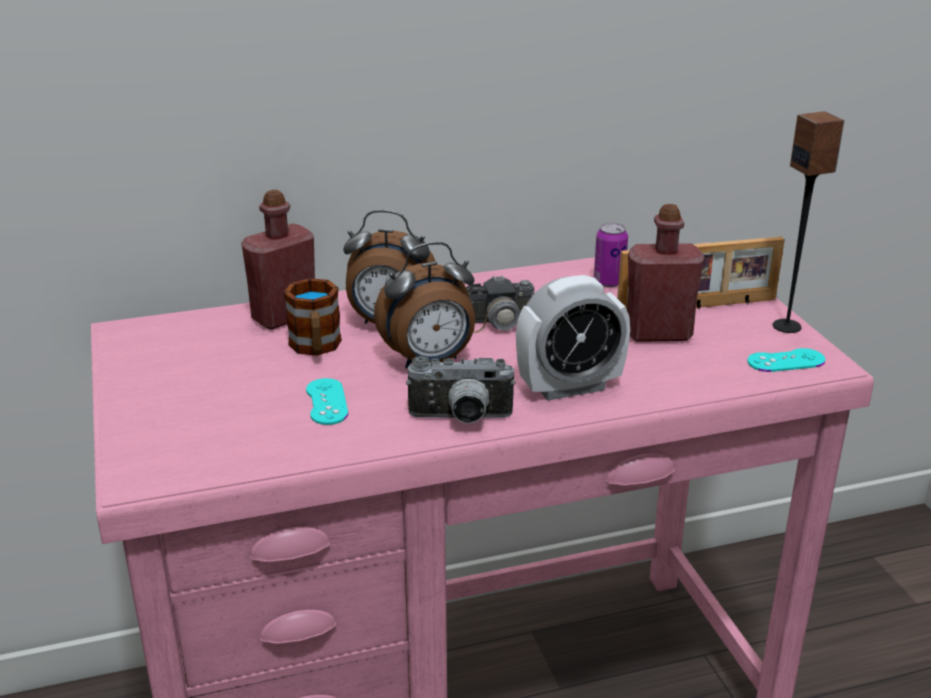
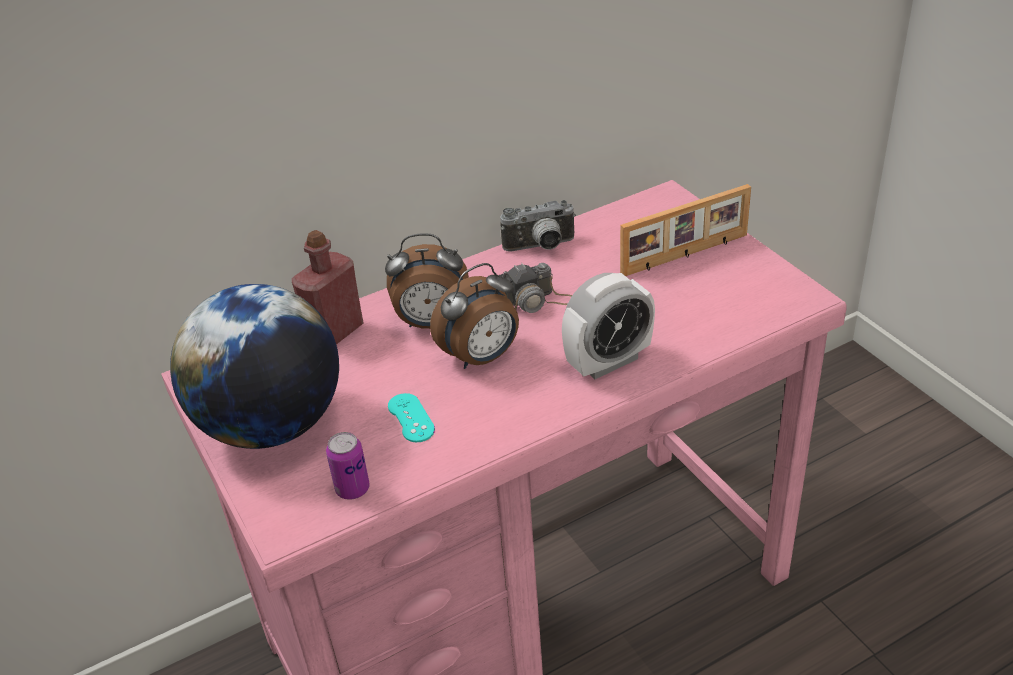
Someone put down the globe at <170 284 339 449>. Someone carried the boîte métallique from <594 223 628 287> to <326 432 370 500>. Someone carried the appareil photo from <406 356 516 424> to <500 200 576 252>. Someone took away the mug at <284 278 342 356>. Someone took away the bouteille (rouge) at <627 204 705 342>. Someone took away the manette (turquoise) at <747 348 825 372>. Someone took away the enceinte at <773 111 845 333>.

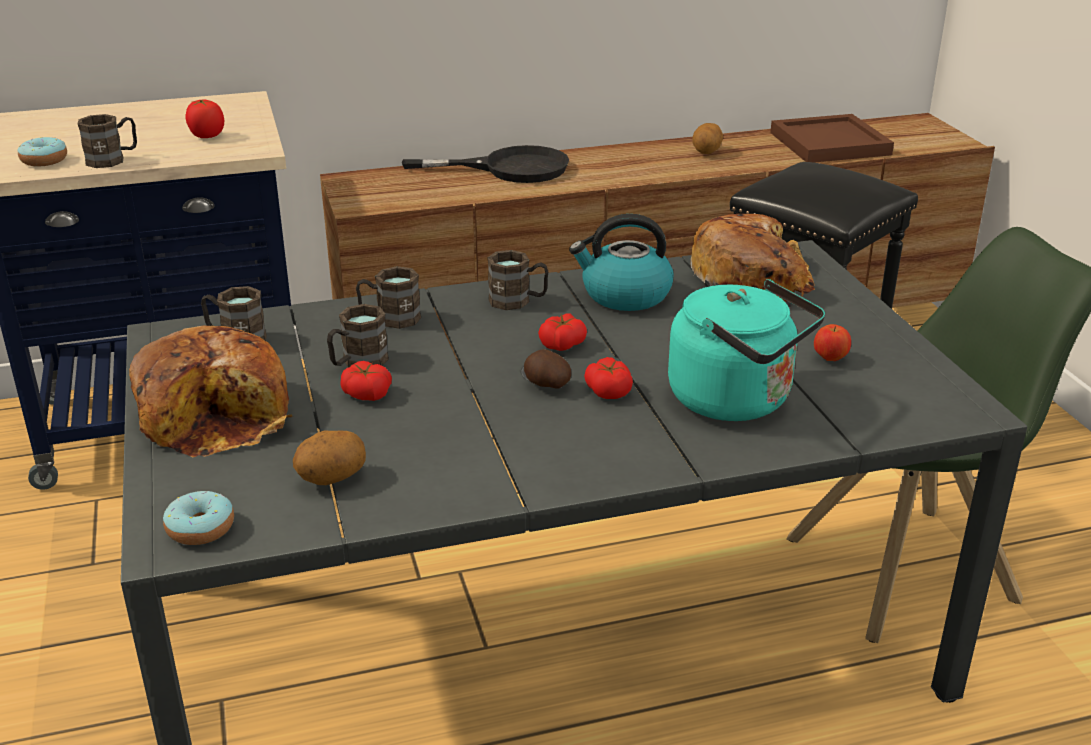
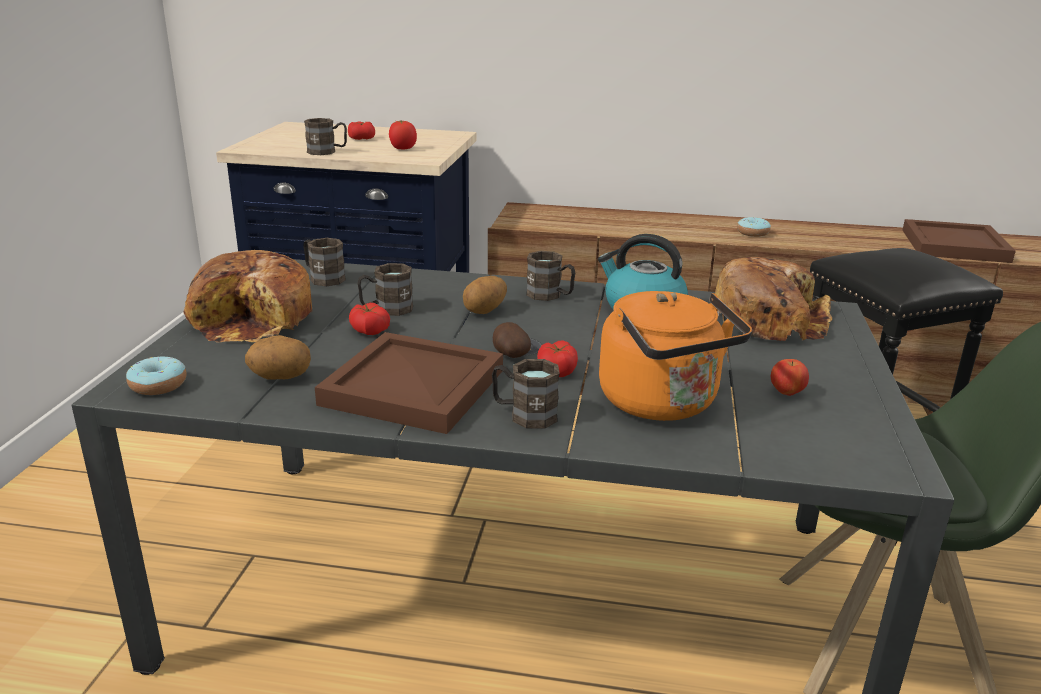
Someone put down the plateau (marron) at <315 332 503 434>. Someone carried the tomate from <538 313 587 351> to <348 121 375 140>. Someone carried the pomme de terre from <692 123 723 154> to <463 276 507 314>. Someone carried the mug (marron) from <356 266 421 329> to <492 359 560 428>. Someone repainted the bouilloire (turquoise) at <668 279 825 421>, which became the bouilloire (orange) at <599 291 752 421>. Someone carried the beignet from <18 137 67 166> to <737 217 771 237>. Someone took away the poêle (noir) at <402 145 569 183>.

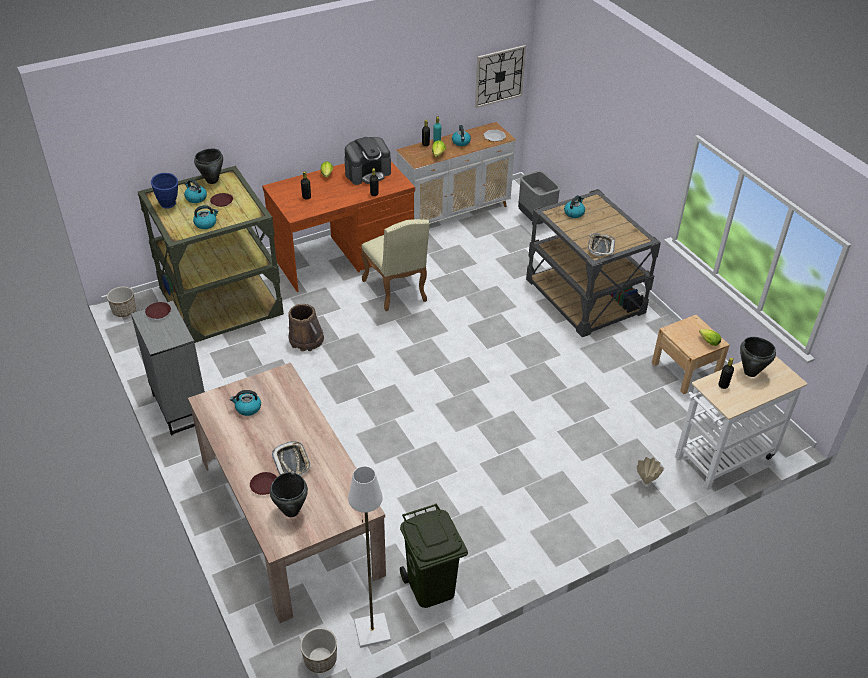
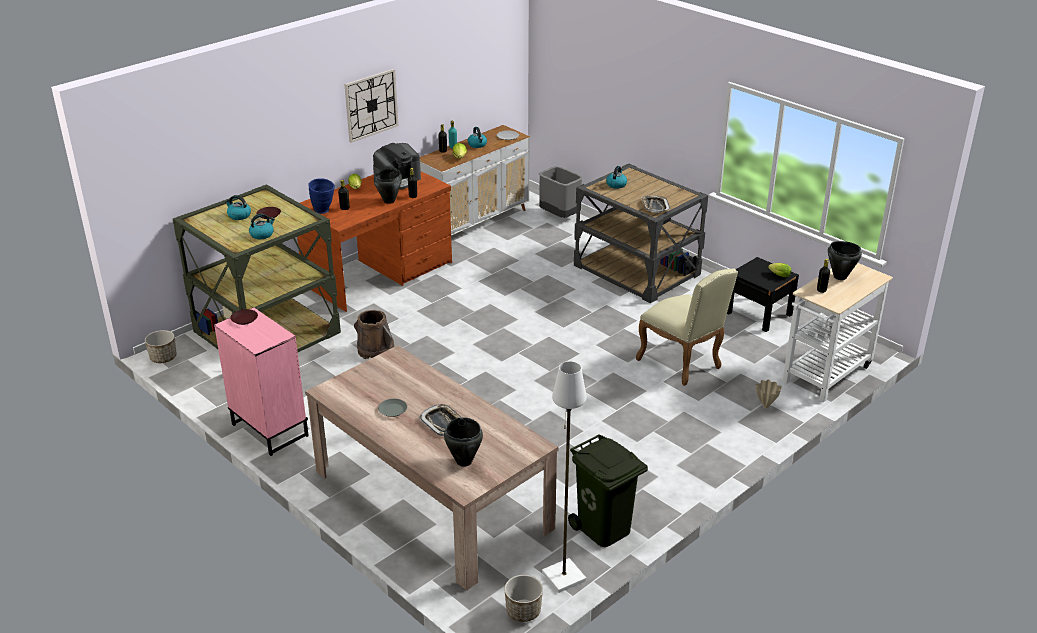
Someone repainted the commode (gris) at <130 300 205 436>, which became the commode (rose) at <214 308 309 456>. Someone carried the vase (bleu) from <151 173 178 209> to <308 179 335 214>. Someone carried the horloge murale from <475 45 526 108> to <344 69 398 143>. Someone carried the marmite (noir) from <194 149 223 184> to <374 168 402 204>. Someone put down the assiette (gris) at <378 399 407 417>. Someone carried the chaise (beige) from <361 219 430 311> to <636 268 738 386>. Someone repainted the table de chevet (beige) at <652 315 730 394>, which became the table de chevet (noir) at <727 257 799 332>. Someone took away the bouilloire at <230 390 261 416>. Someone took away the assiette (marron) at <250 472 277 495>.

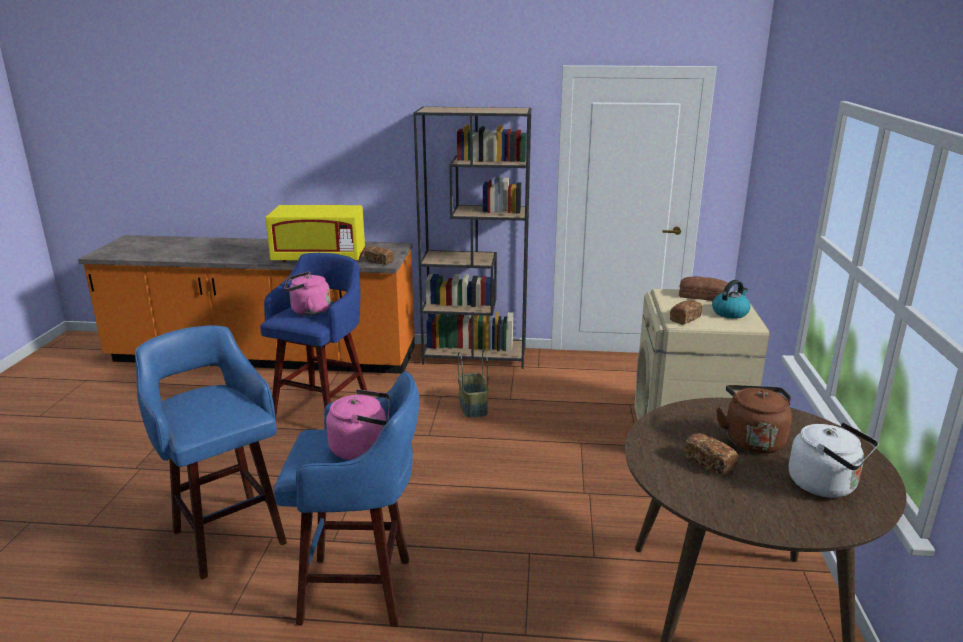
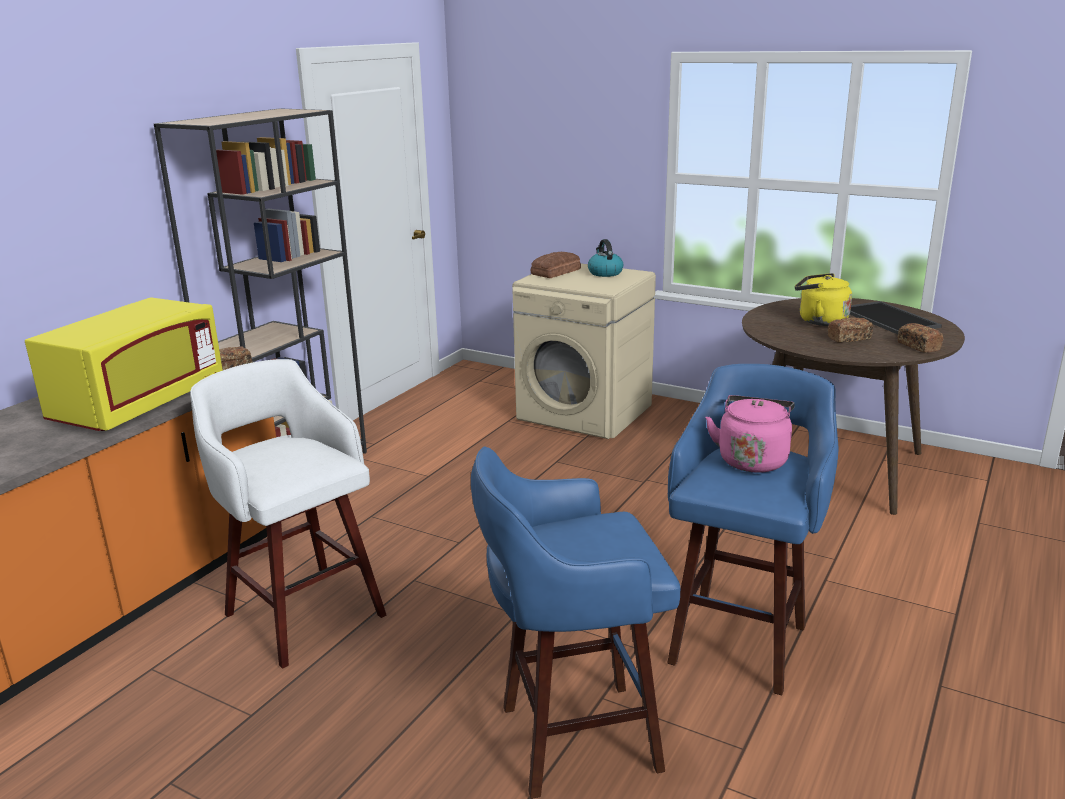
Someone repainted the tabouret (bleu) at <260 253 367 418>, which became the tabouret (blanc) at <190 359 386 668>. Someone repainted the bouilloire (marron) at <716 385 792 454>, which became the bouilloire (jaune) at <795 273 852 326>. Someone swapped the bouilloire (blanc) at <789 423 879 498> for the plateau at <850 301 942 334>. Someone carried the pain from <670 300 703 325> to <898 323 943 353>. Someone took away the bouilloire (rose) at <284 272 331 316>. Someone took away the panier at <458 350 489 418>.

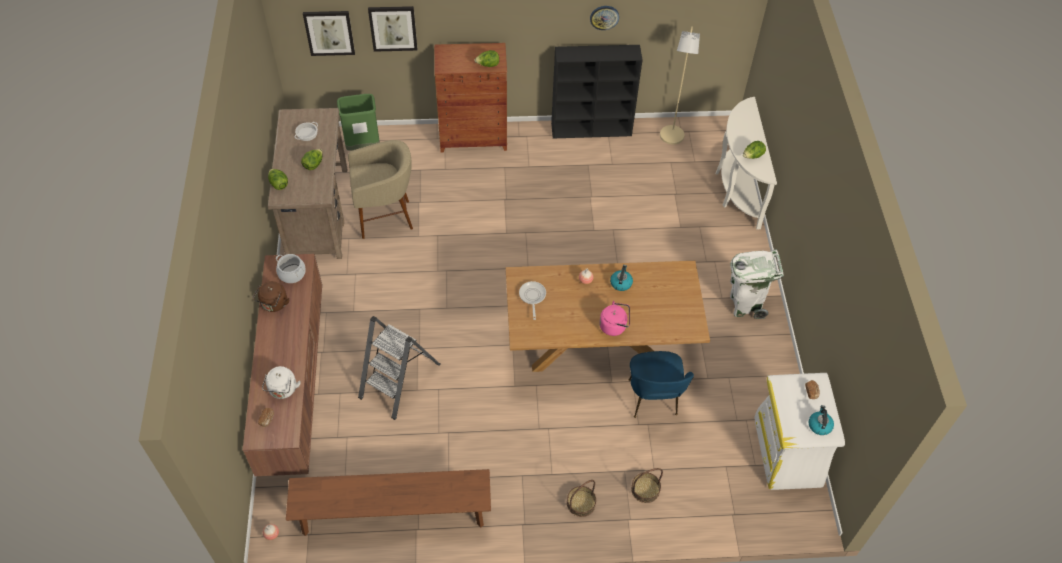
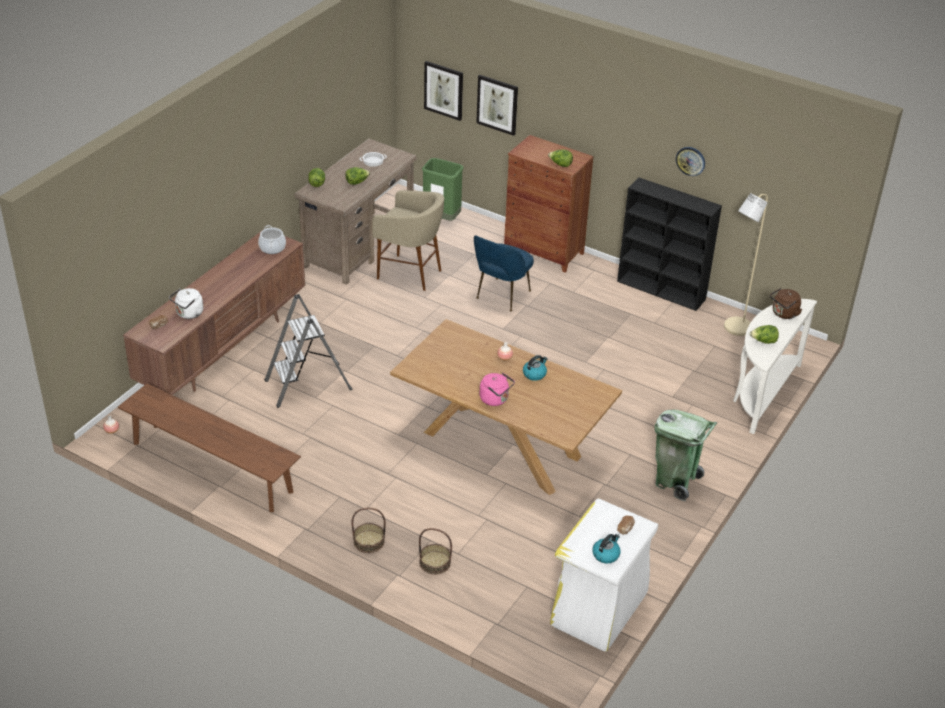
Someone carried the chaise (bleu) from <629 351 694 418> to <474 235 534 311>. Someone repainted the poubelle (blanc) at <730 249 784 319>, which became the poubelle (vert) at <654 409 717 501>. Someone carried the bouilloire (marron) from <252 281 289 312> to <770 288 802 319>. Someone took away the poêle at <519 281 546 320>.

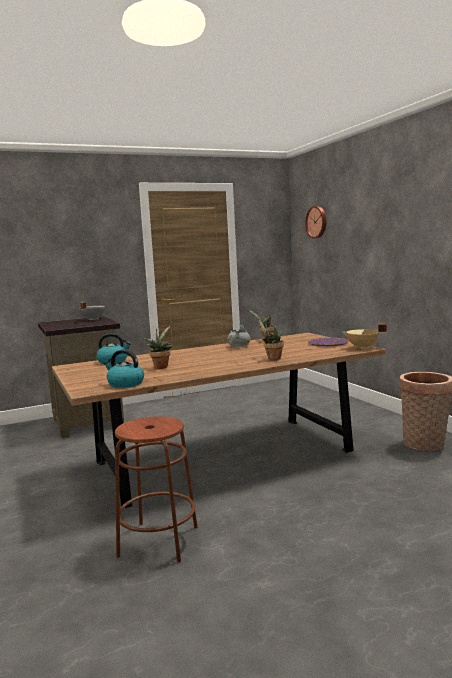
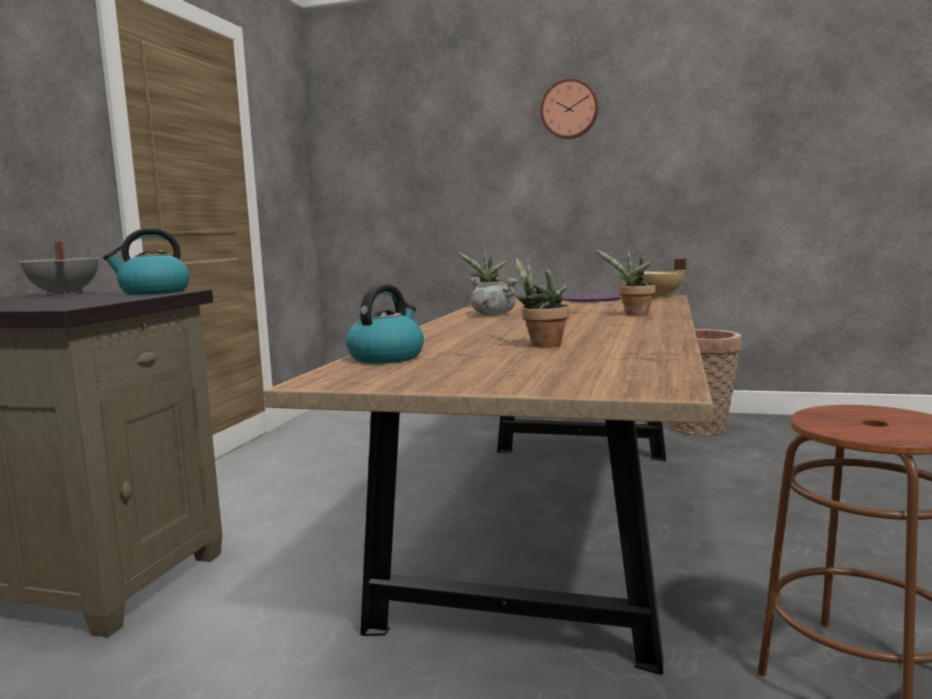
Someone carried the bouilloire from <104 349 144 388> to <103 228 190 295>. Someone carried the horloge murale from <305 206 326 238> to <540 78 598 139>.

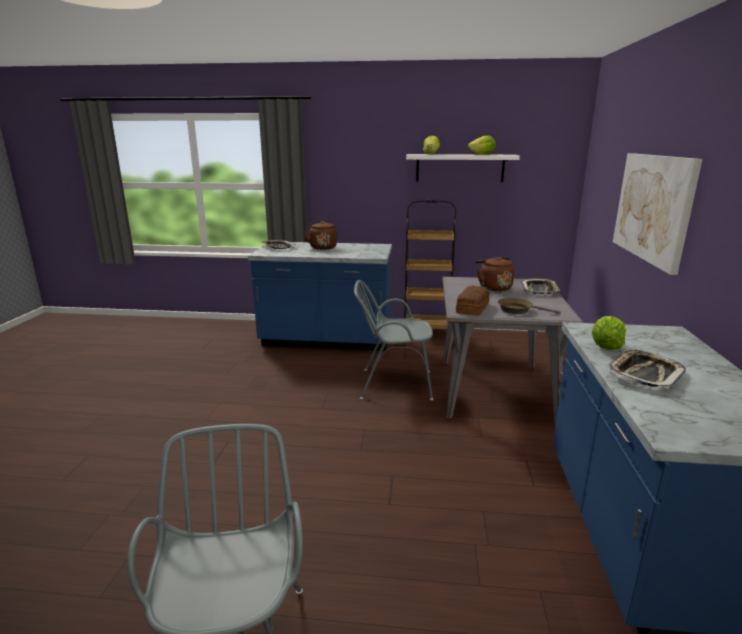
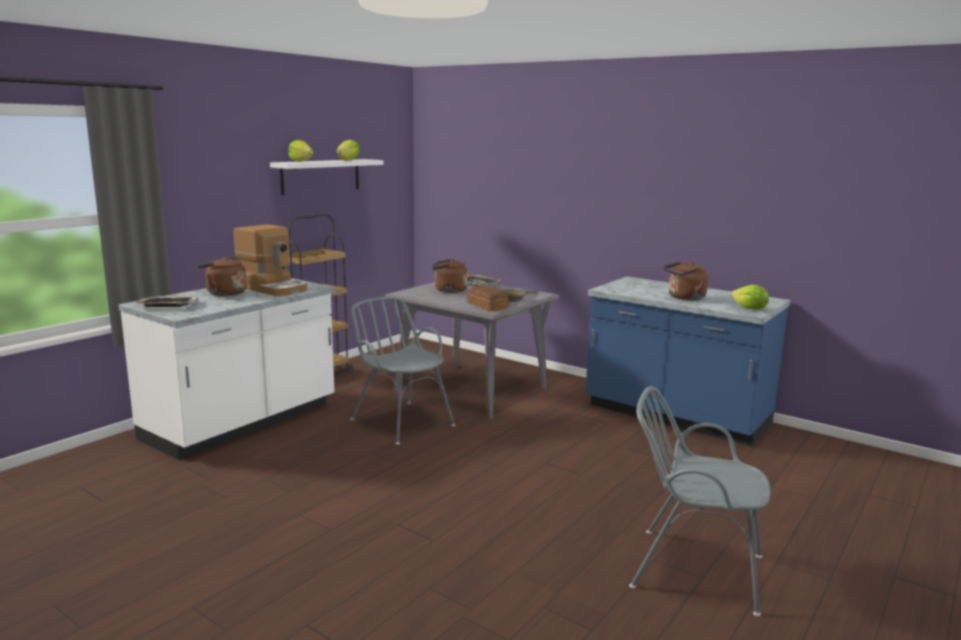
Someone repainted the comptoir de cuisine (bleu) at <248 242 392 351>, which became the comptoir de cuisine (blanc) at <119 278 335 460>. Someone put down the machine à café at <234 224 307 296>. Someone rotated the chaise (gris) at <354 280 434 400> by 105 degrees clockwise. Someone swapped the plateau at <608 349 686 389> for the bouilloire (marron) at <663 262 708 300>. Someone carried the laitue from <591 316 626 350> to <731 285 769 310>. Someone took away the tableau at <613 153 702 275>.

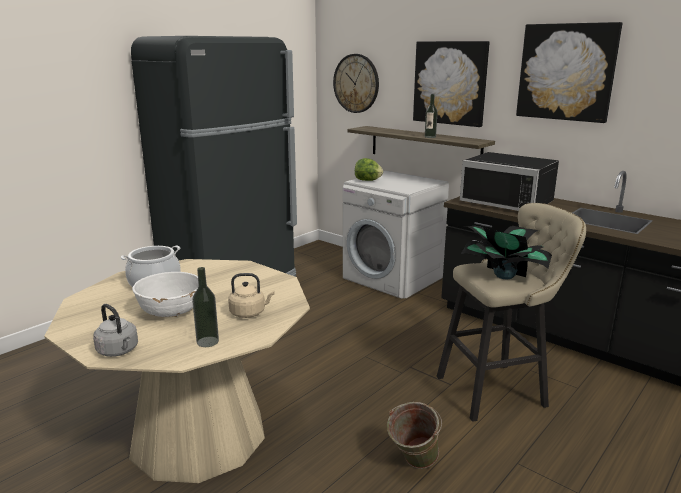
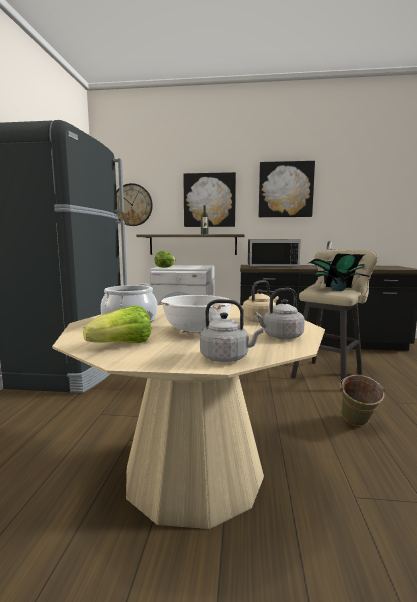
Someone put down the laitue at <83 305 151 343>. Someone swapped the bouteille at <192 267 219 347> for the bouilloire (gris) at <254 288 305 339>.

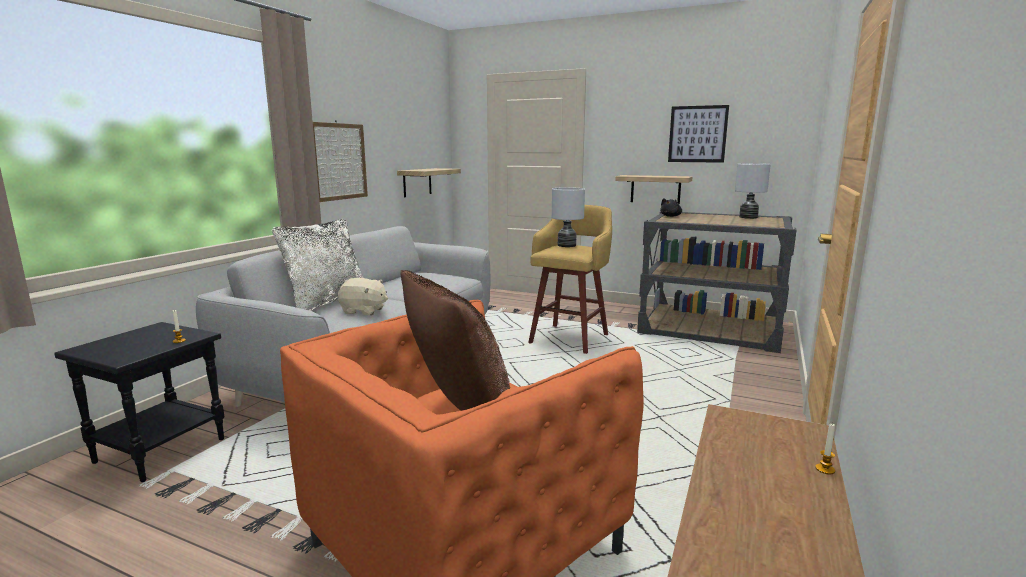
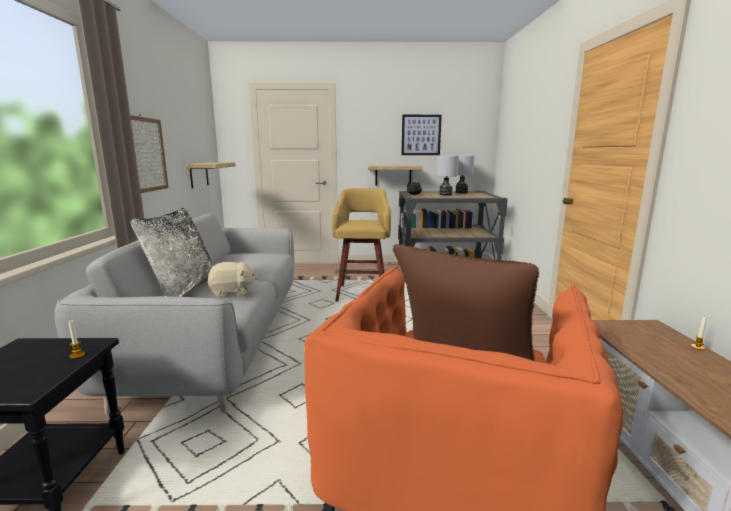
Someone carried the lampe de table (gris) from <552 187 585 247> to <436 156 459 196>.

